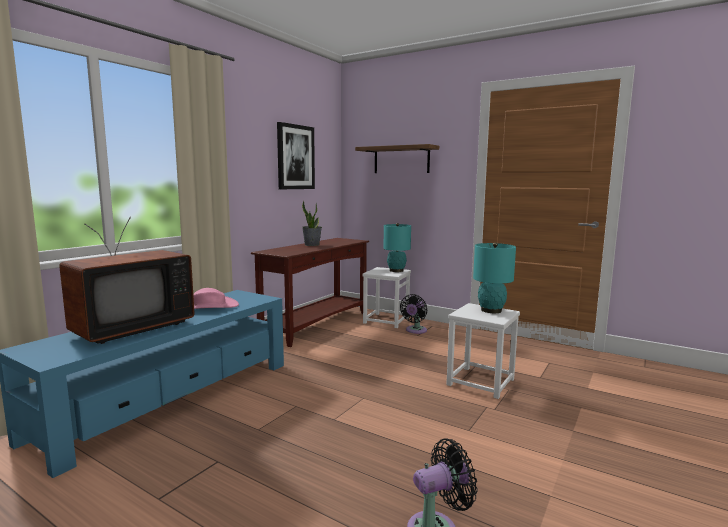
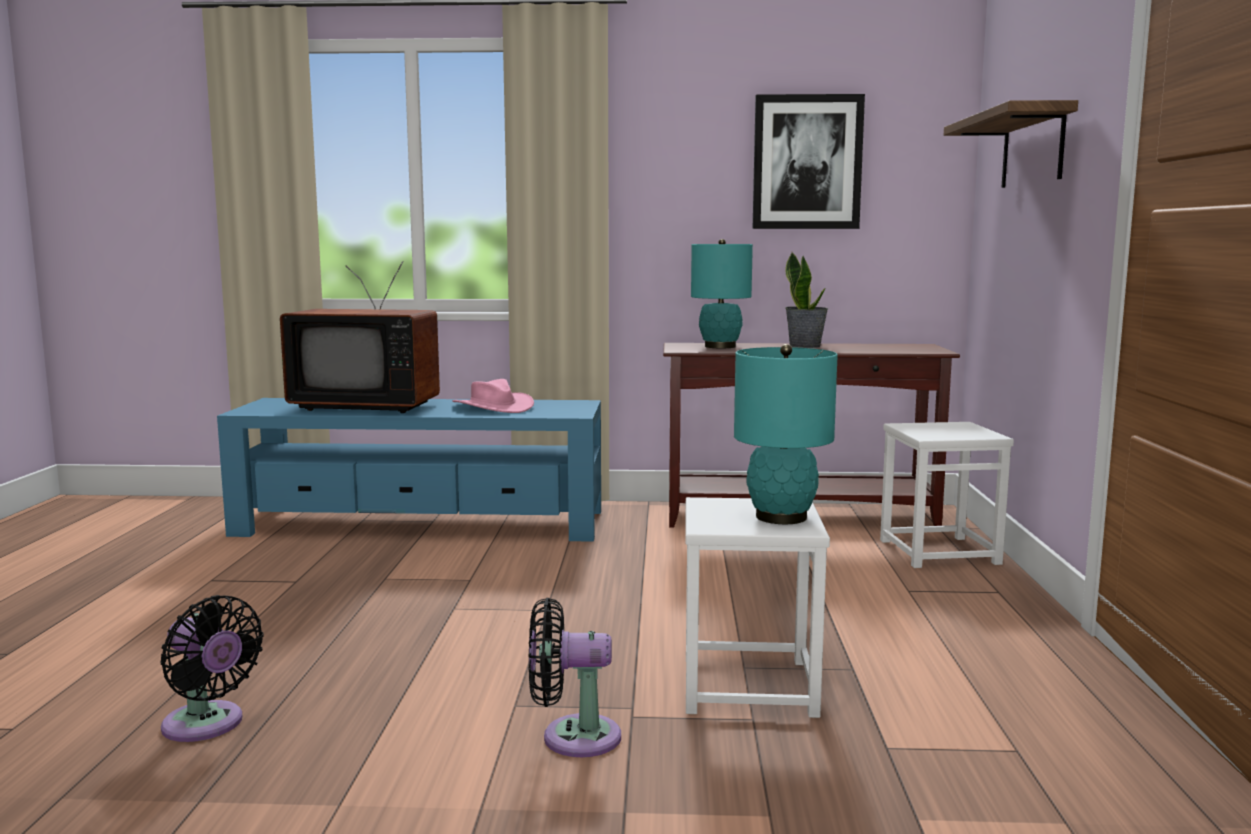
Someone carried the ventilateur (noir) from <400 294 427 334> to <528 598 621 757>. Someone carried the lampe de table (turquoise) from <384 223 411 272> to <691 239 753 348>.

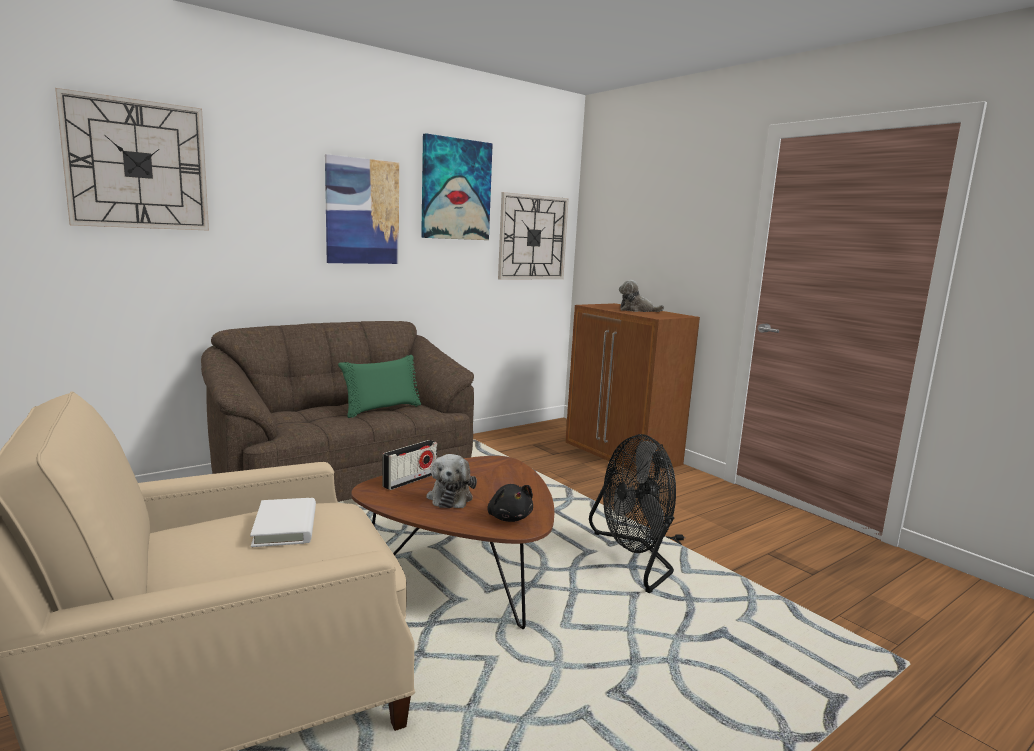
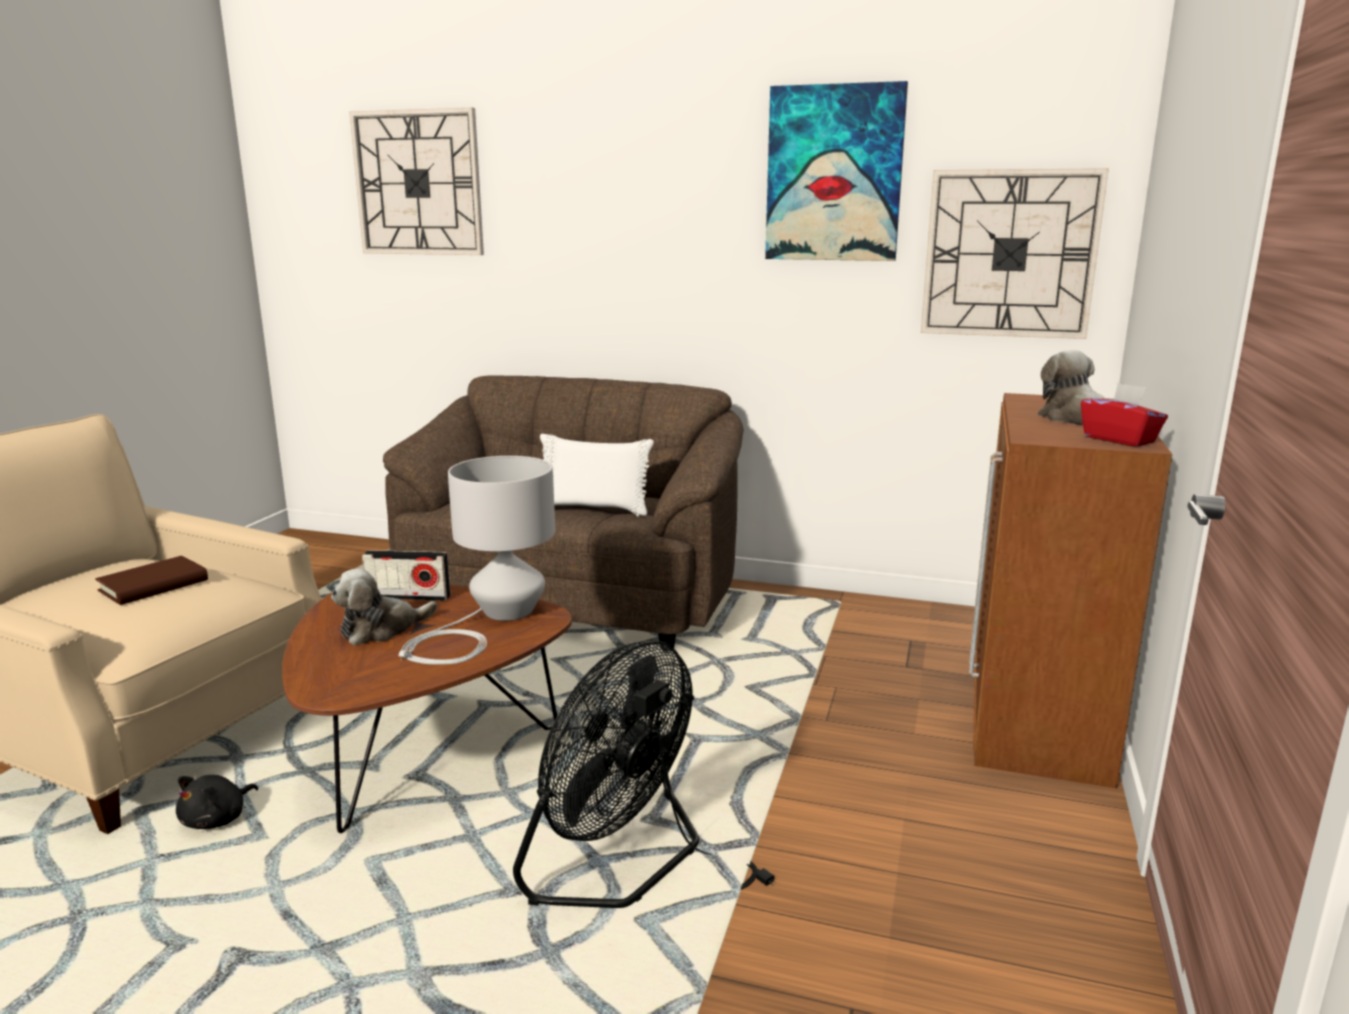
Someone repainted the livre (blanc) at <250 498 316 547>, which became the livre (marron) at <95 556 208 605>. Someone carried the peluche (noir) from <487 484 533 522> to <176 775 258 829>. Someone put down the lampe de table (gris) at <399 456 555 665>. Someone repainted the coussin (vert) at <338 355 421 418>, which became the coussin (blanc) at <540 434 654 517>. Someone put down the boîte à mouchoirs (rouge) at <1081 383 1168 447>. Someone took away the tableau at <325 154 399 264>.

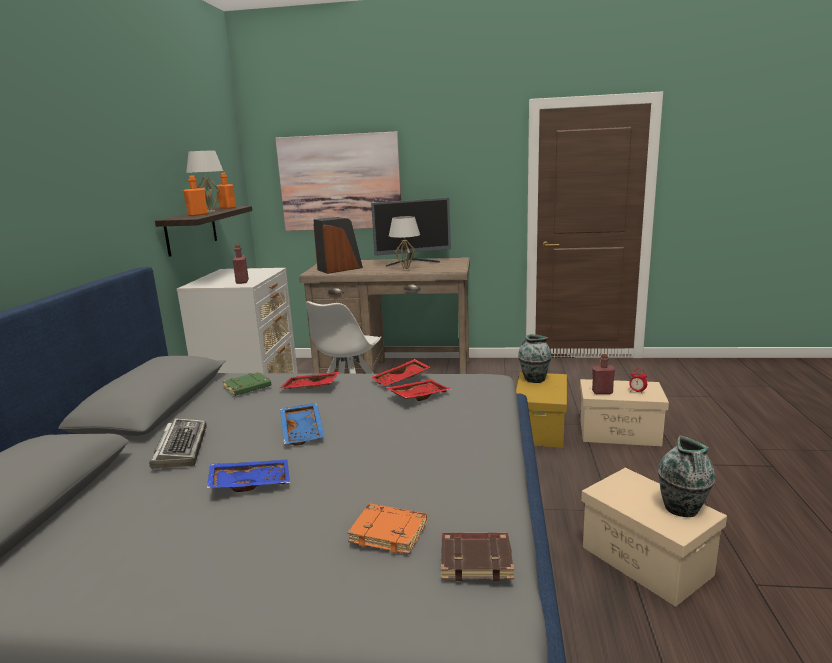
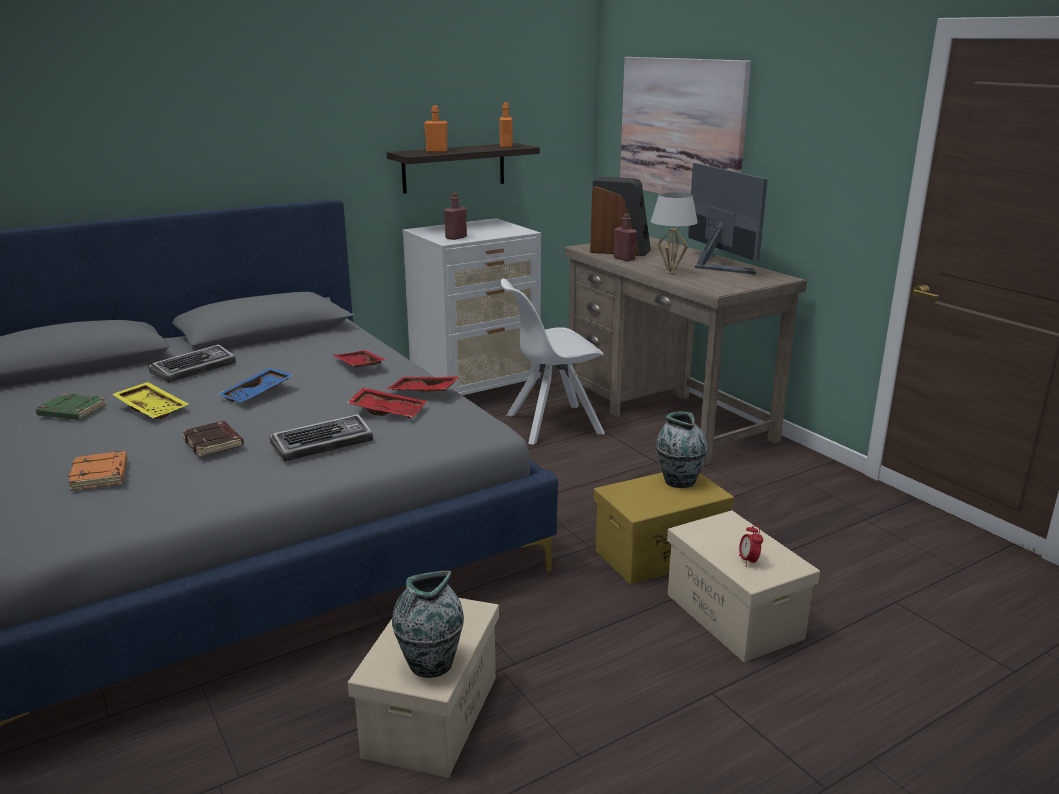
Someone carried the livre (vert) from <223 372 271 396> to <36 394 106 420>. Someone repainted the plateau (bleu) at <207 459 290 492>, which became the plateau (jaune) at <112 382 188 419>. Someone carried the livre (marron) from <441 533 514 581> to <182 421 244 457>. Someone put down the clavier at <269 414 373 462>. Someone carried the bouteille (rouge) from <592 354 615 394> to <614 213 637 261>. Someone rotated the écran d'ordinateur at <371 198 451 267> by 150 degrees counterclockwise. Someone took away the lampe de table (blanc) at <186 150 223 212>.

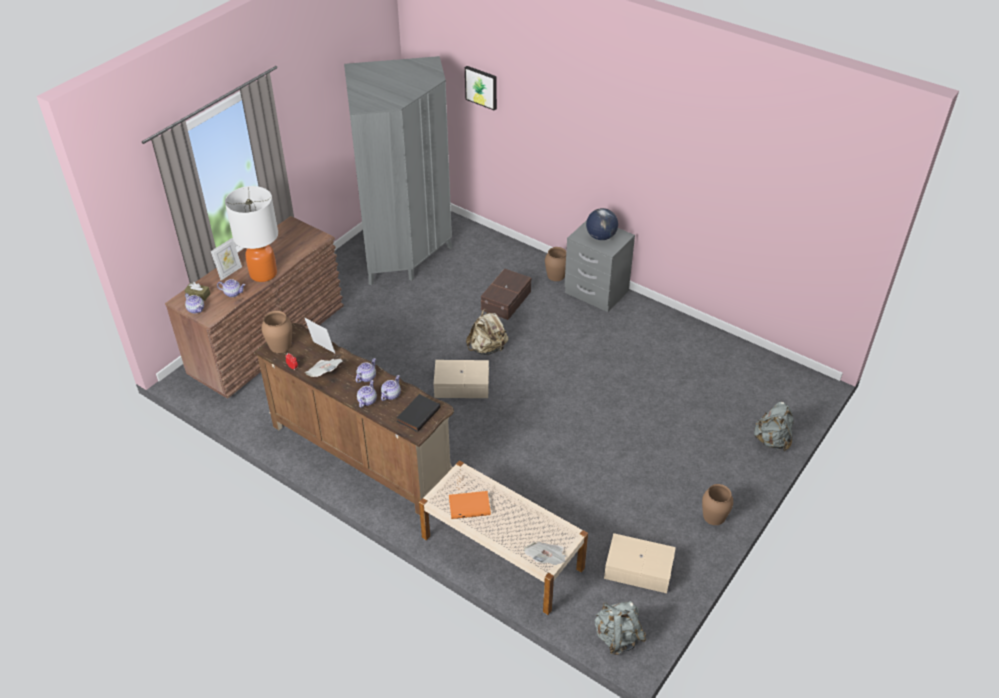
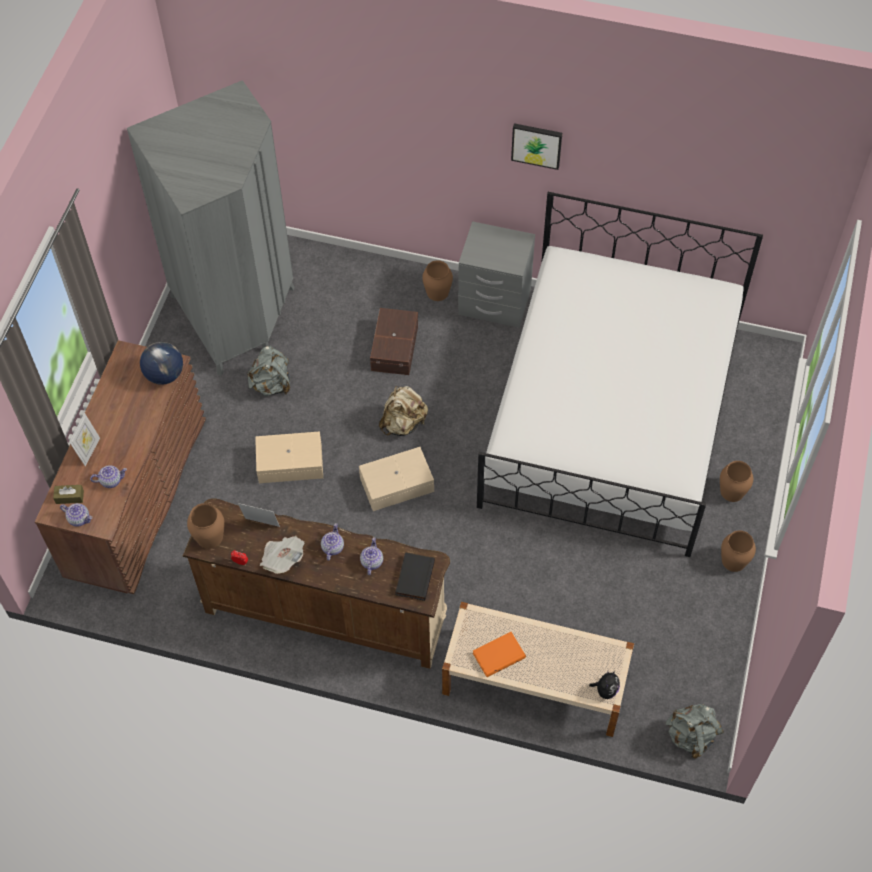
Someone carried the globe from <586 208 618 240> to <140 342 183 385>. Someone carried the sac à dos (gris) from <753 402 794 451> to <247 345 290 396>. Someone carried the boîte de rangement (beige) from <604 533 676 593> to <255 431 323 483>. Someone put down the lit (blanc) at <477 192 763 557>. Someone carried the tableau from <465 66 497 110> to <511 123 562 170>. Someone swapped the journal at <524 541 566 565> for the peluche at <589 671 620 699>. Someone put down the vase (marron) at <720 461 753 502>. Someone took away the lampe de table at <225 186 278 282>. Someone took away the théière at <357 380 377 408>.

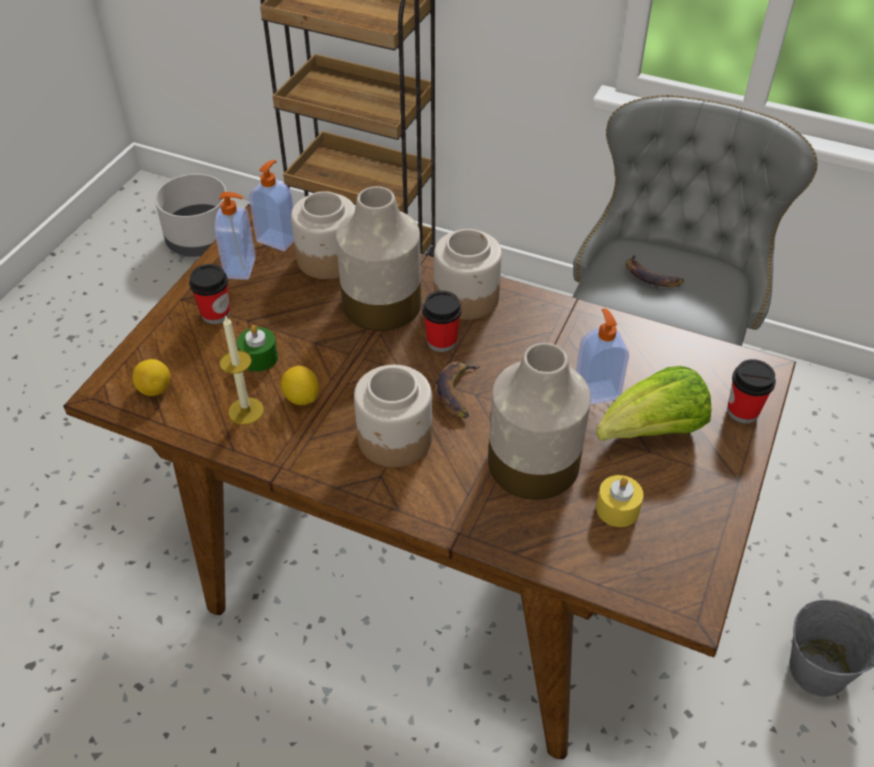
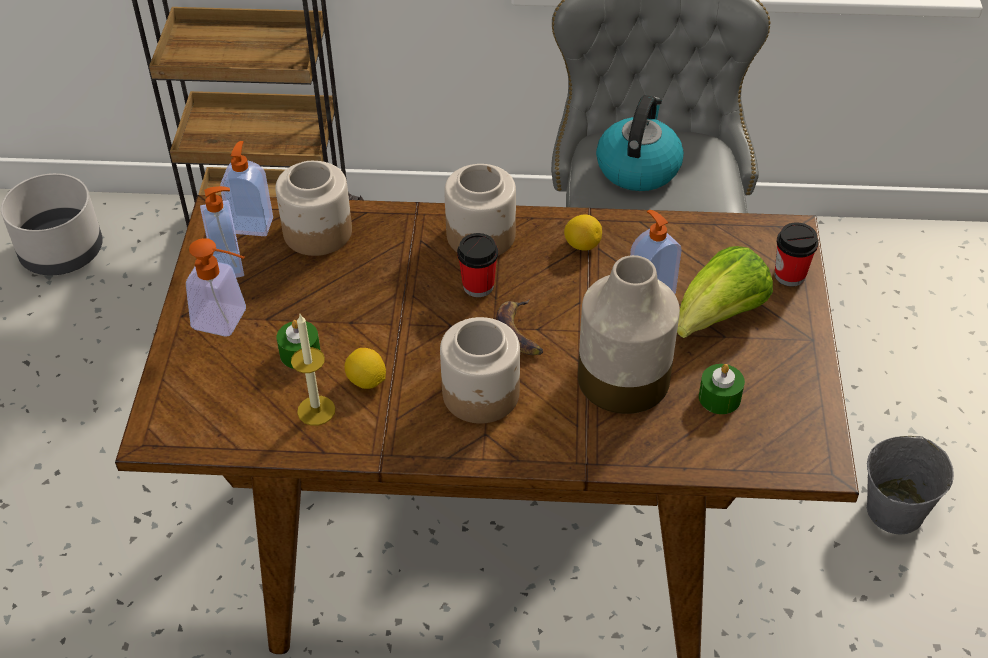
Someone swapped the tasse at <189 264 230 324> for the distributeur de savon at <186 238 246 337>. Someone carried the citron from <132 359 170 396> to <564 214 602 251>. Someone swapped the banane at <625 254 684 288> for the bouilloire at <596 95 684 191>. Someone repainted the bougie (jaune) at <596 475 644 527>, which became the bougie (vert) at <699 364 745 414>. Someone took away the vase (beige) at <336 186 421 331>.

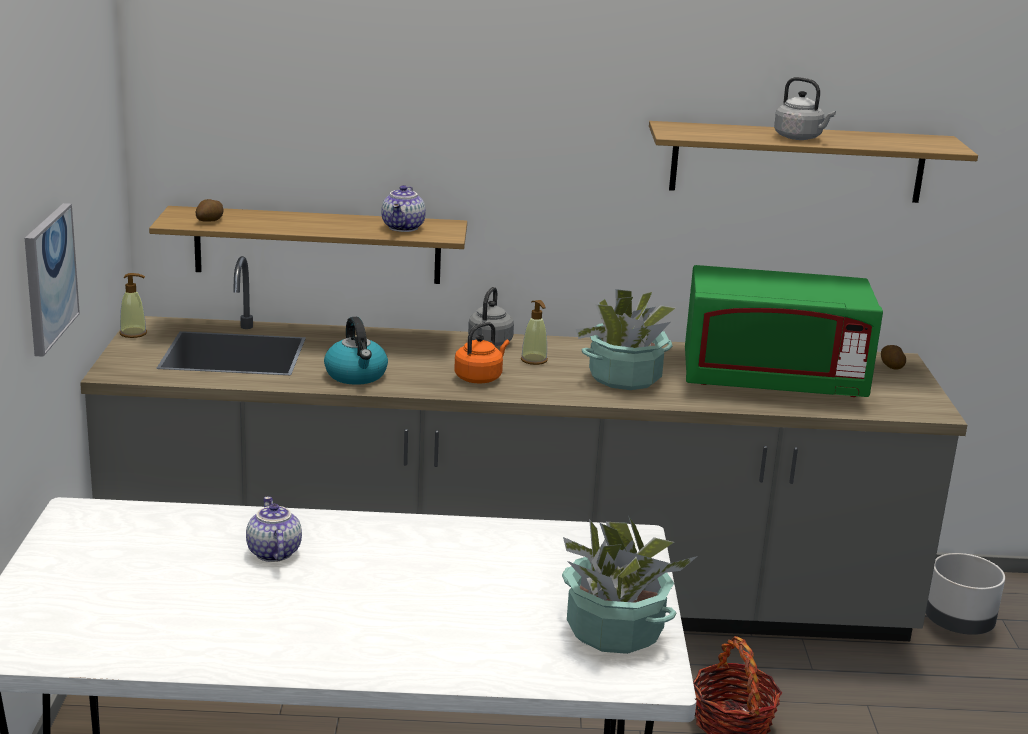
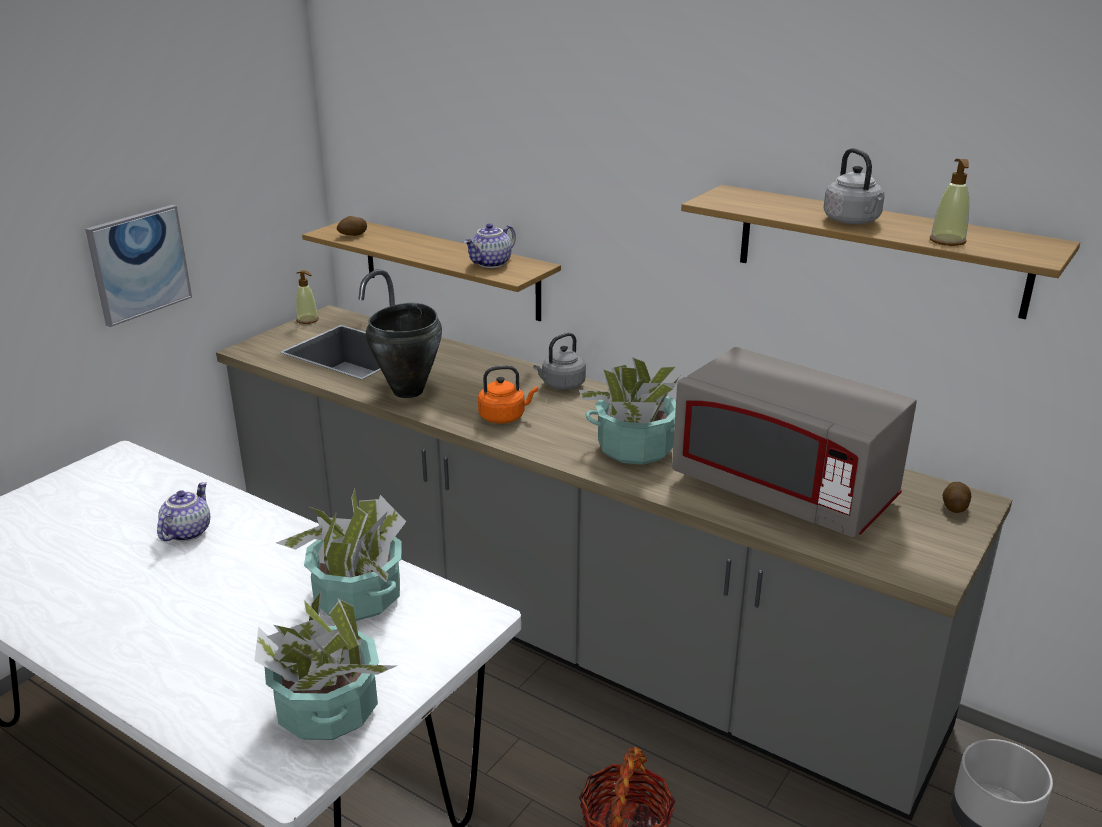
Someone put down the plante en pot at <276 489 406 621>. Someone swapped the bouilloire at <324 317 388 385> for the marmite (noir) at <366 303 442 398>. Someone repainted the micro-ondes (vert) at <685 265 883 397>, which became the micro-ondes (gris) at <672 347 917 537>. Someone carried the distributeur de savon from <521 300 548 365> to <930 159 969 246>.

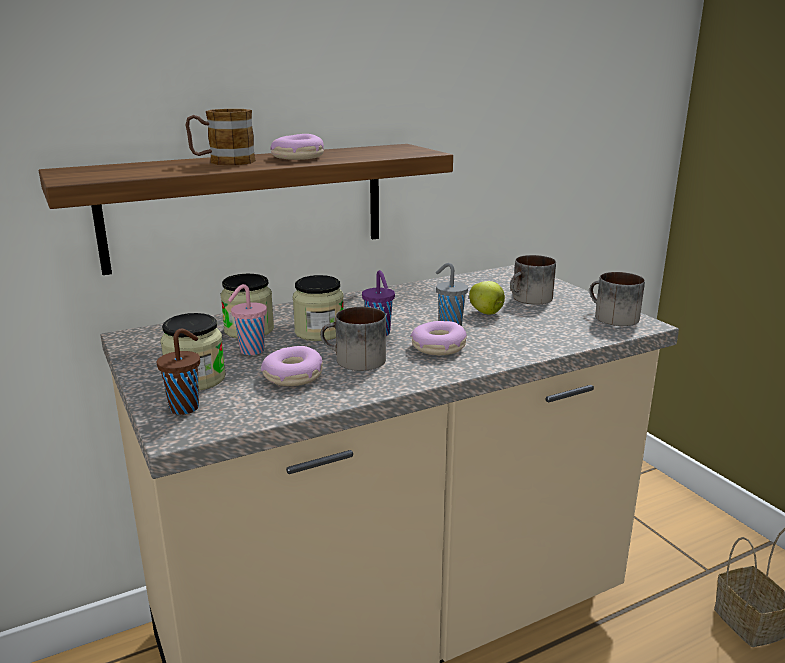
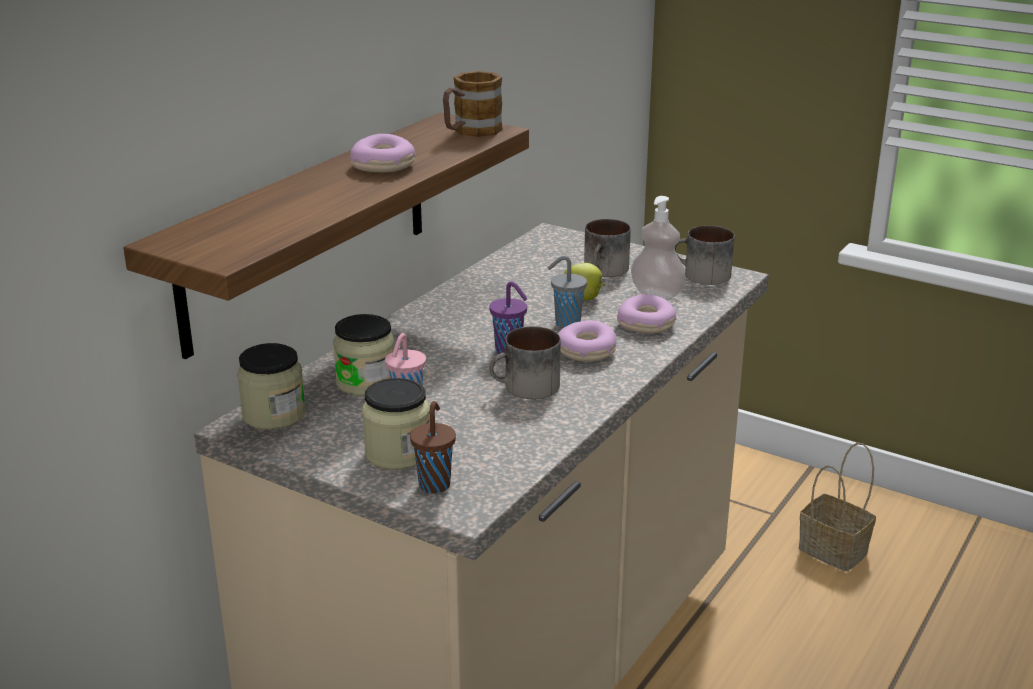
Someone carried the bocal from <293 275 344 341> to <237 343 306 430>. Someone carried the mug from <185 109 256 165> to <443 71 503 137>. Someone carried the beignet from <261 346 323 386> to <617 294 676 334>. Someone put down the distributeur de savon at <631 196 686 300>.

